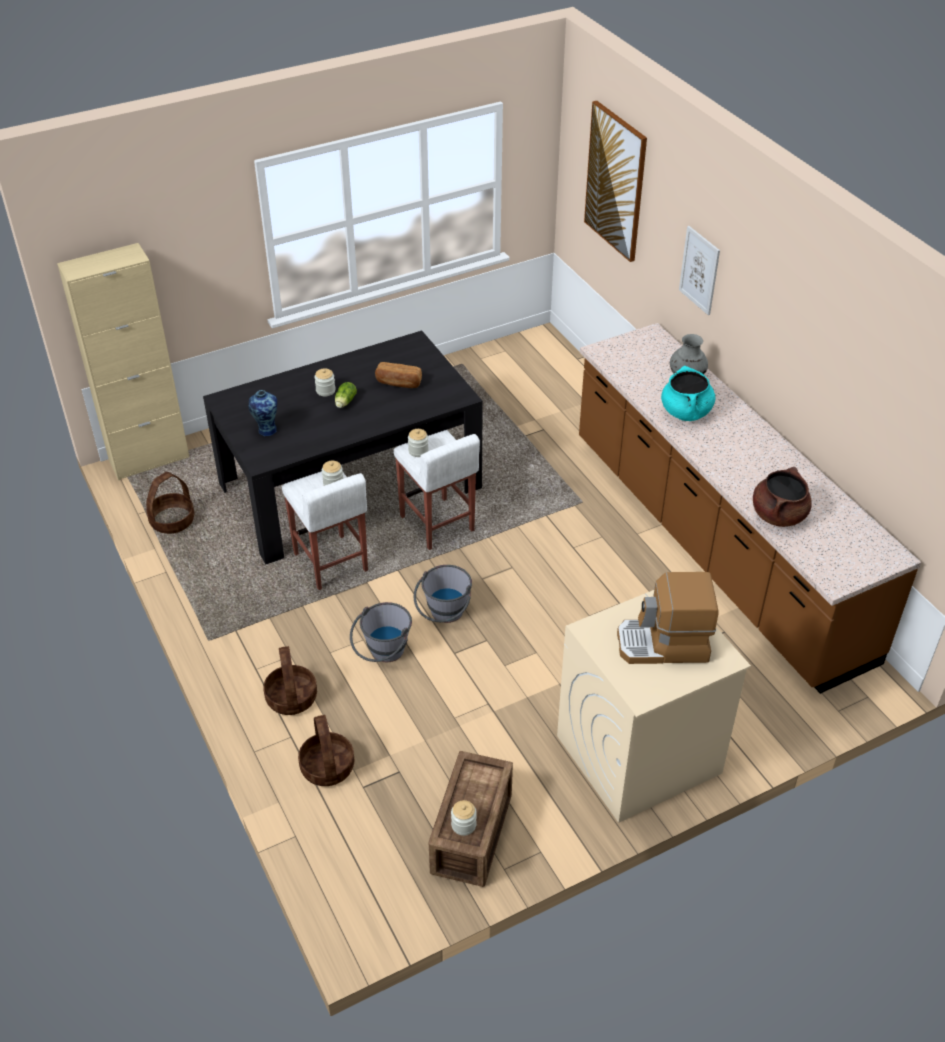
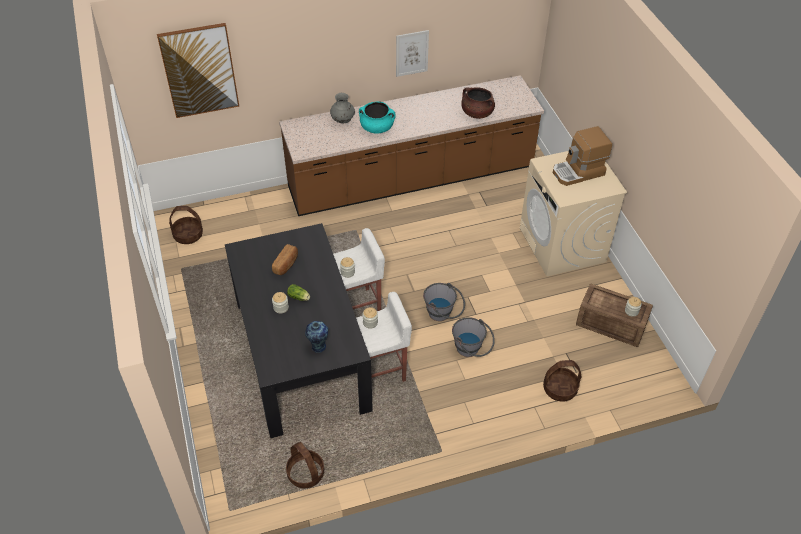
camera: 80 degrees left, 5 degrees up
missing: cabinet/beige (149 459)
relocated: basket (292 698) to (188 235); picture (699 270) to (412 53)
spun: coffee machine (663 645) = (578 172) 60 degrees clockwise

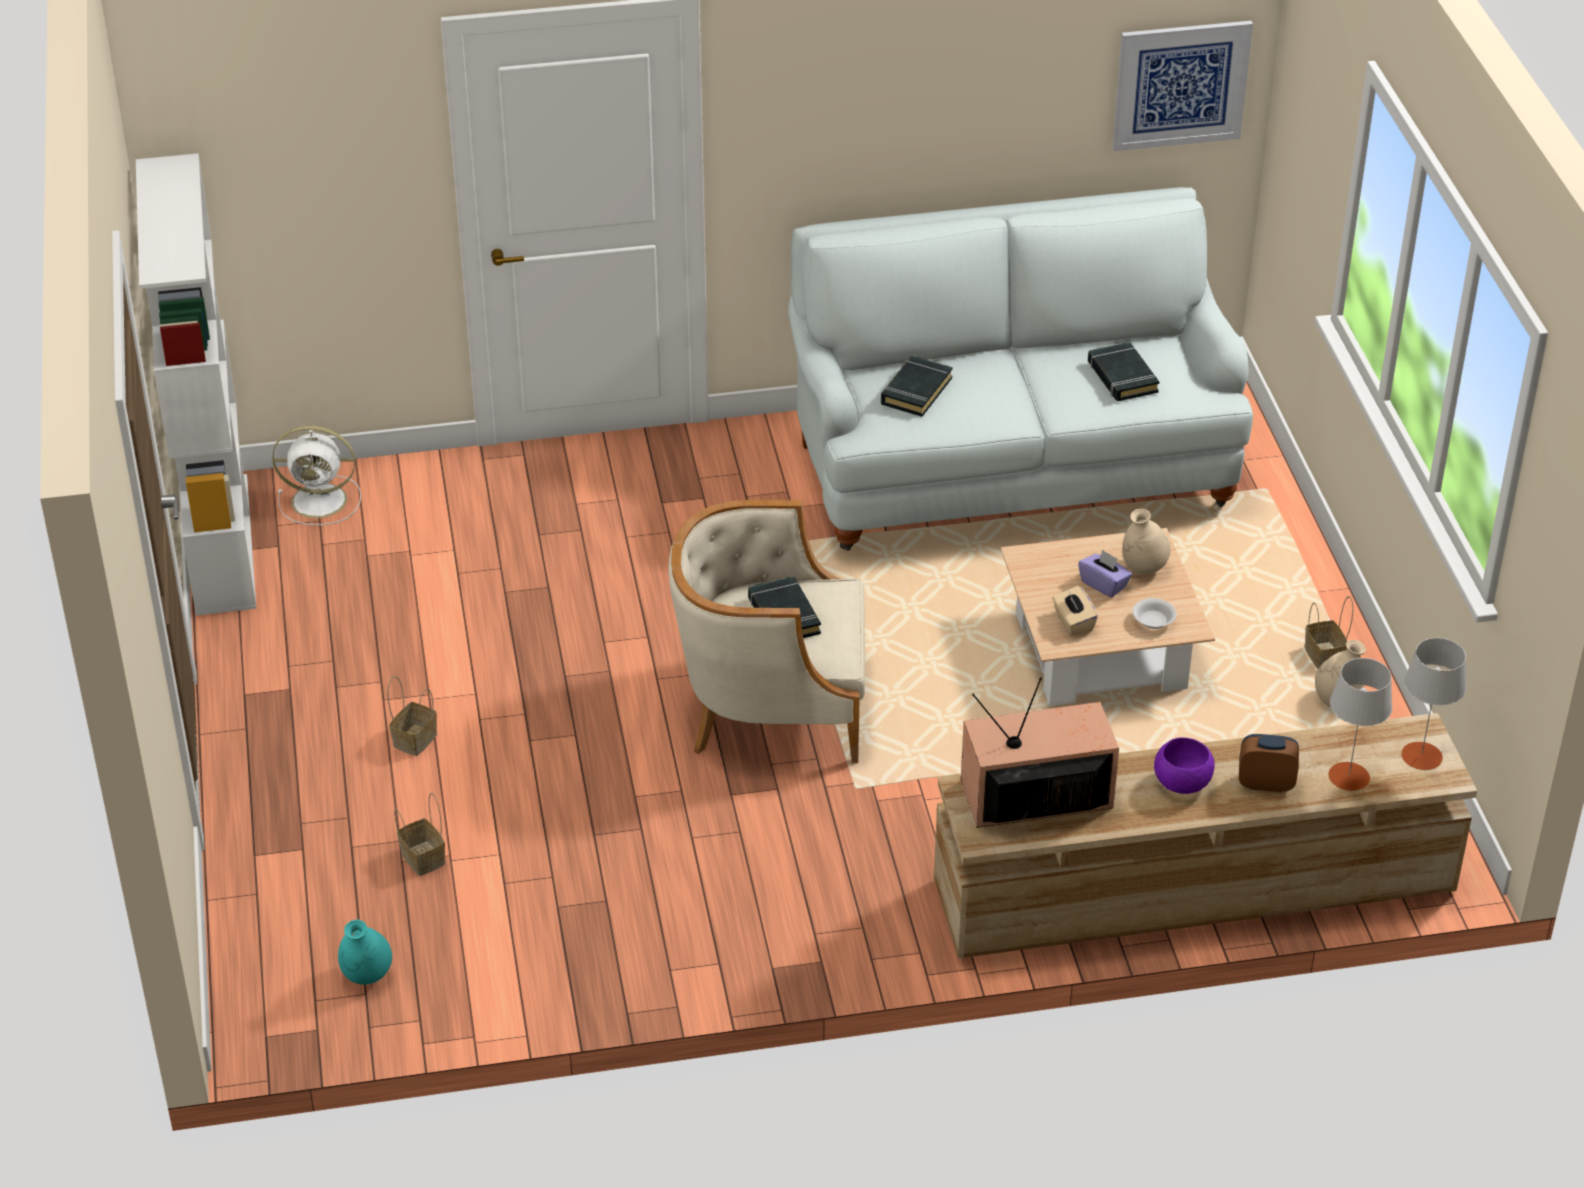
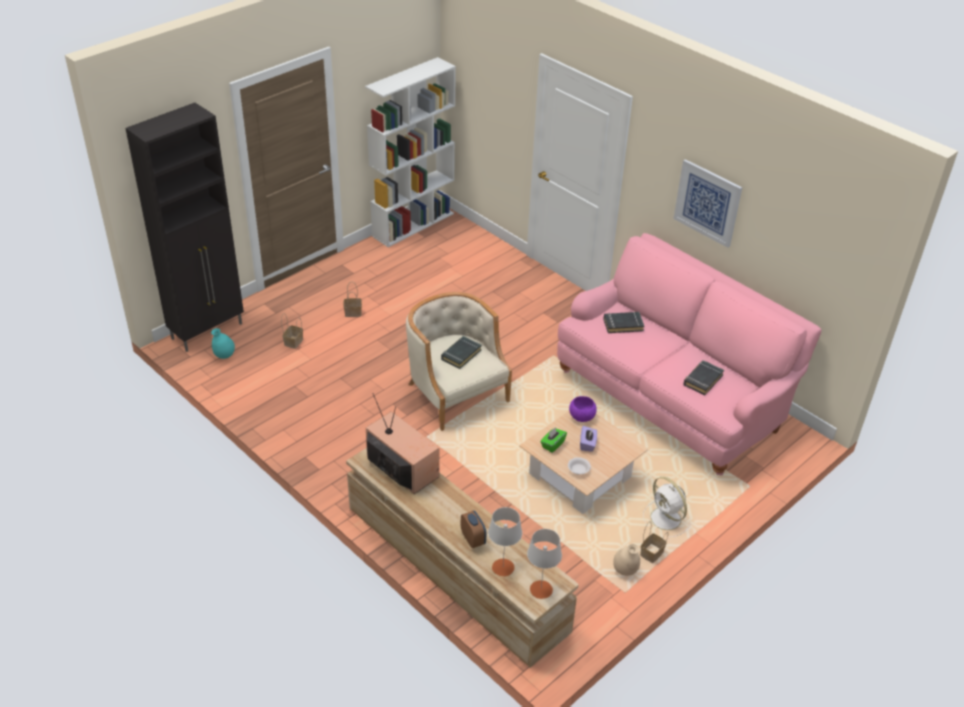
camera: 55 degrees right, 0 degrees up
missing: vase/beige (1143 568)
appeared: cabinet/black (208 331)
relocated: fan/white (322 501) to (666 519); picture (1180 84) to (707 203); bowl/purple (1181 782) to (581 416)
colour: sofa/white (1010 466) to sofa/pink (672 397); tissue box/beige (1073 622) to tissue box/green (552 444)

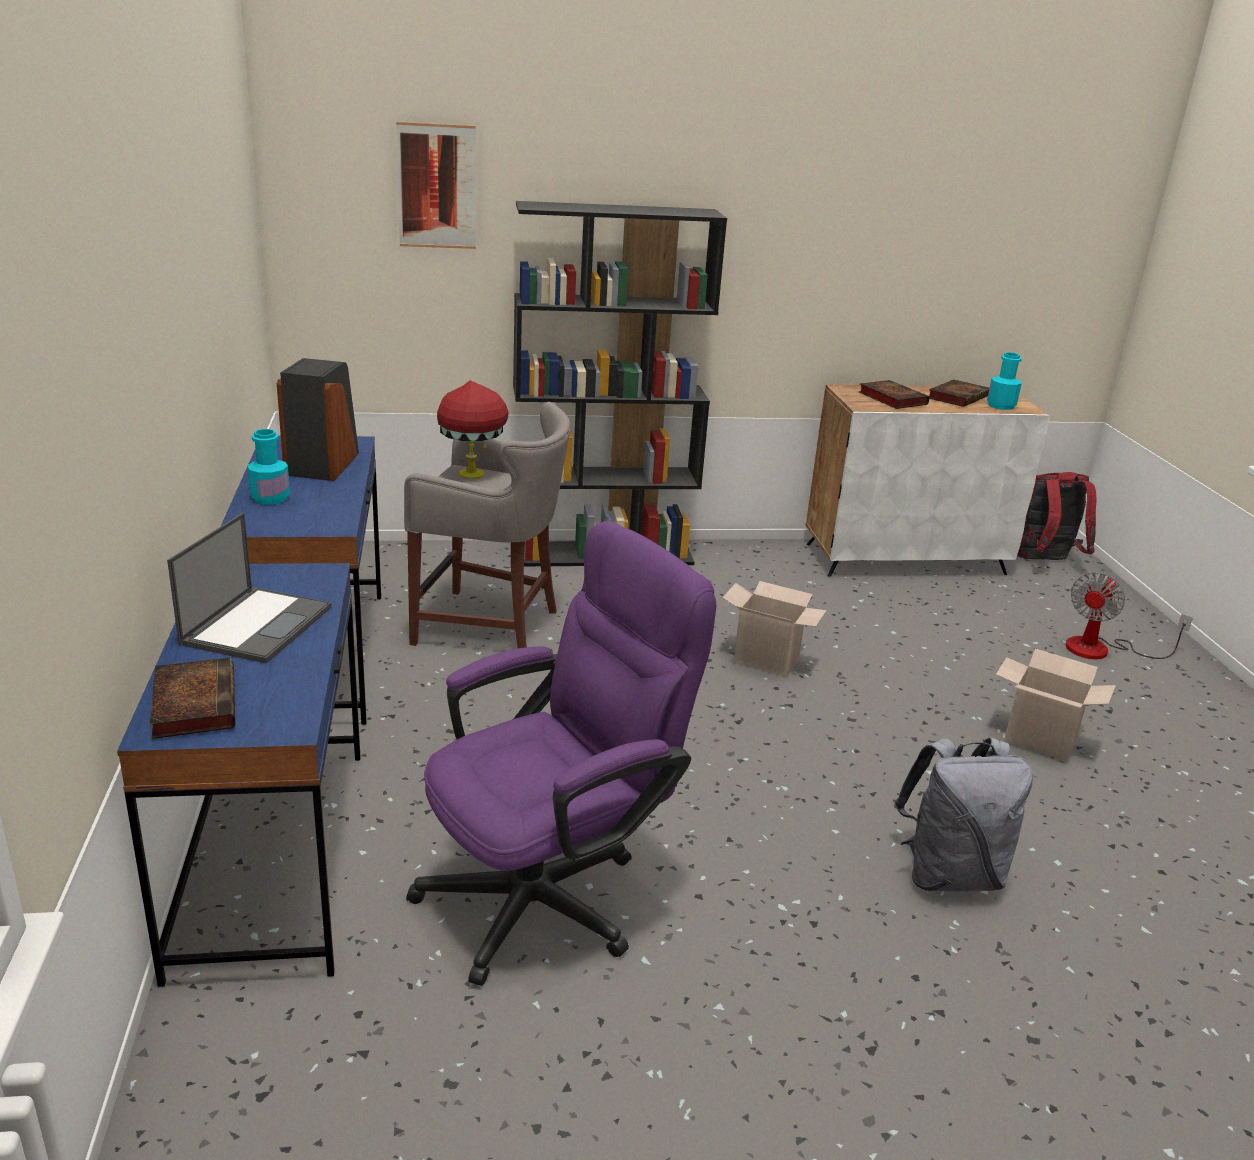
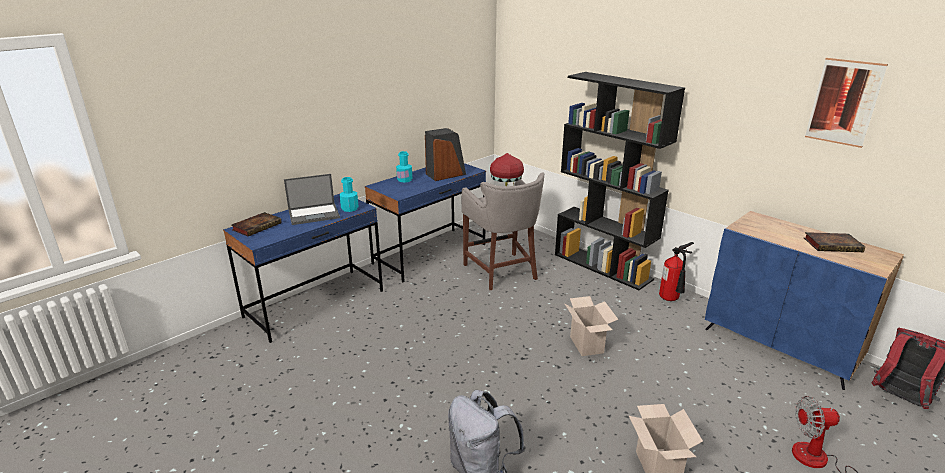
camera: 55 degrees right, 0 degrees up
missing: office chair/purple (551 893); book (890 398)
appeared: fire extinguisher (671 299)
relocated: picture (437 186) to (844 102); bottle/turquoise (1001 406) to (350 208)
colour: cabinet/white (906 559) to cabinet/blue (780 346)

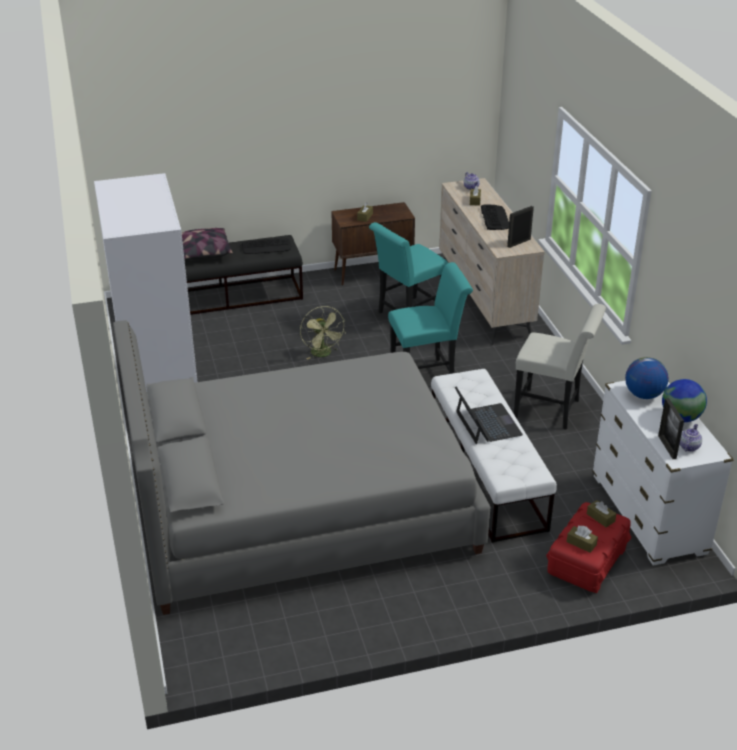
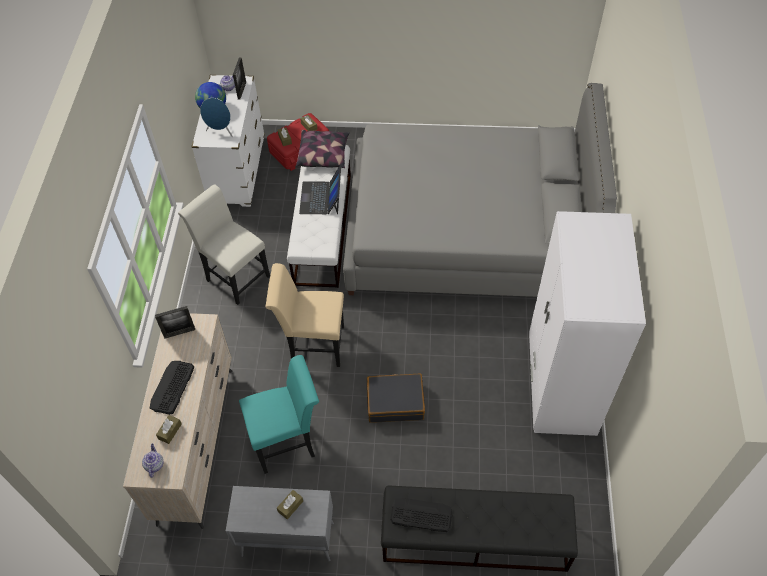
camera: 160 degrees left, 20 degrees up
relocated: pillow (203 253) to (324 155)
exchanged: fan/green (323 354) to suitcase/black (395 402); globe (643 395) to speaker/blue (220 132)
colour: cabinet/brown (373 273) to cabinet/grey (286 539); chair/turquoise (427 375) to chair/beige (313 345)

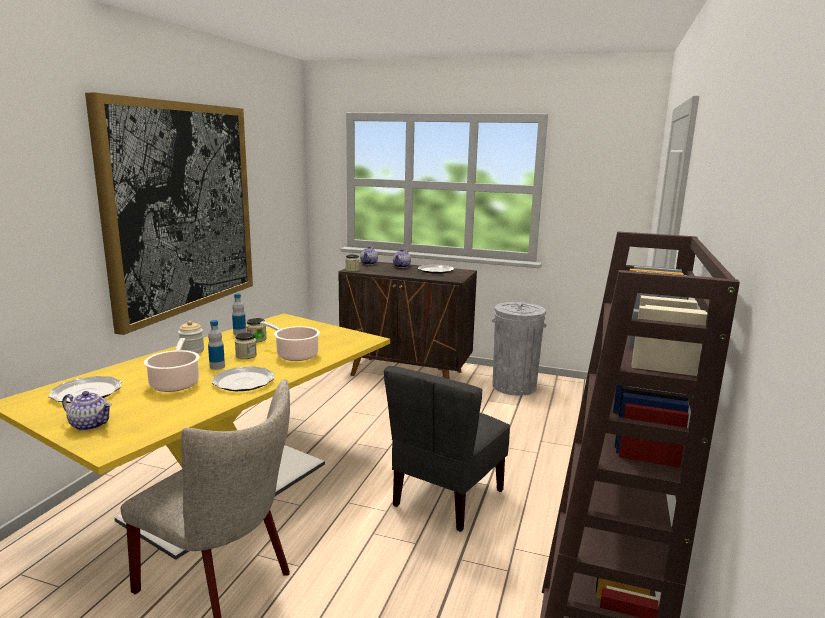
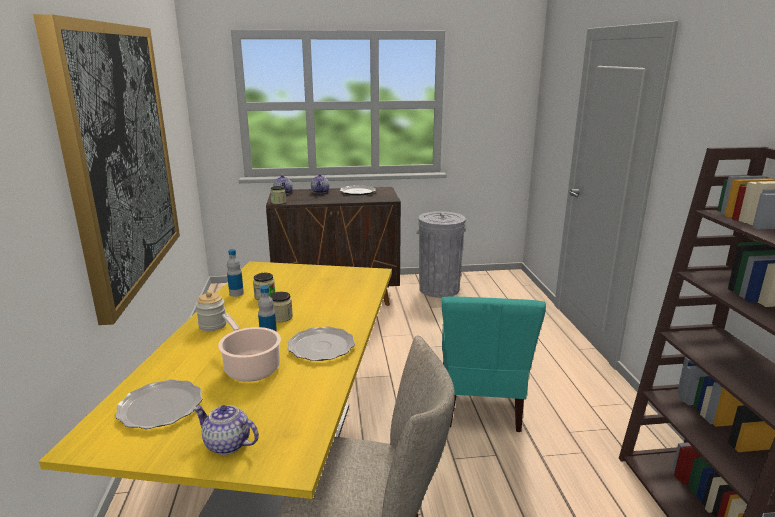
camera: 25 degrees left, 5 degrees up
missing: cooking pot (295 355)
colour: chair/grey (446 498) to chair/turquoise (481 405)
spun: teapot (90 424) = (227 444) 150 degrees counterclockwise

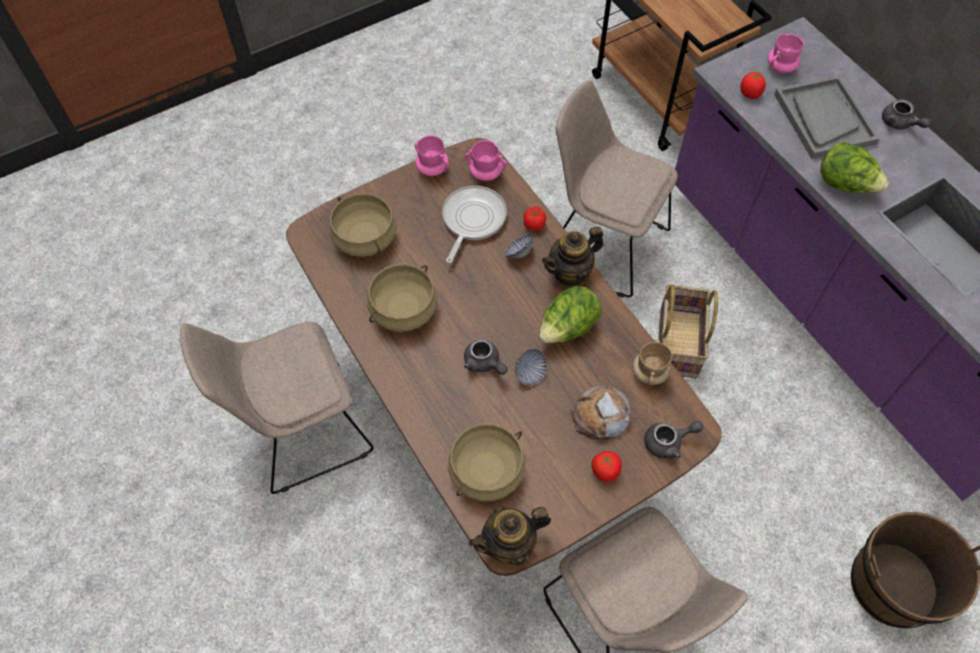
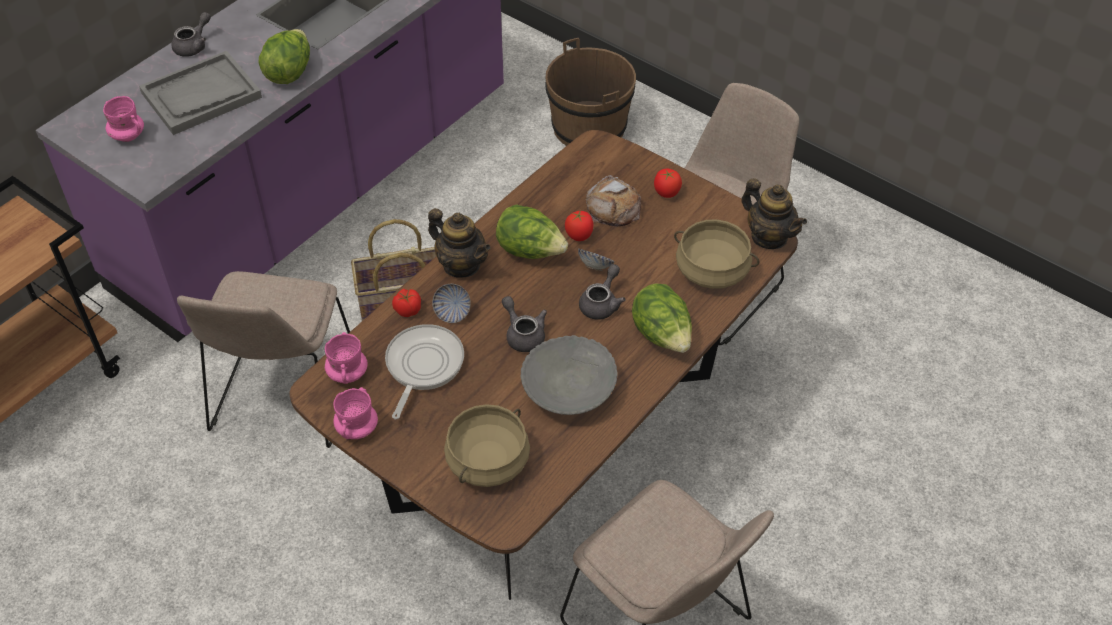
camera: 110 degrees left, 10 degrees down
missing: mug/beige (649 373)
appeared: lettuce (662 335)
relocated: teapot/grey (668 442) to (523 334); tomato (750 94) to (579 235)
exchanged: cooking pot/beige (403 308) to bowl/grey (569 390)
spun: frying pan (472 220) = (422 366) 105 degrees clockwise

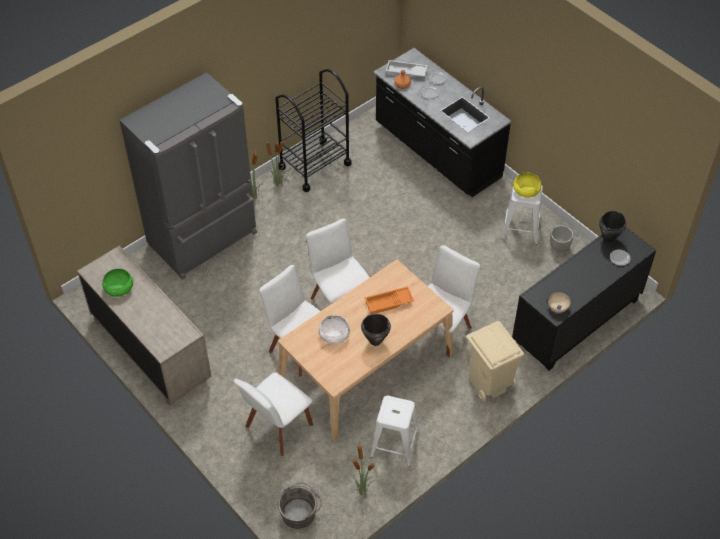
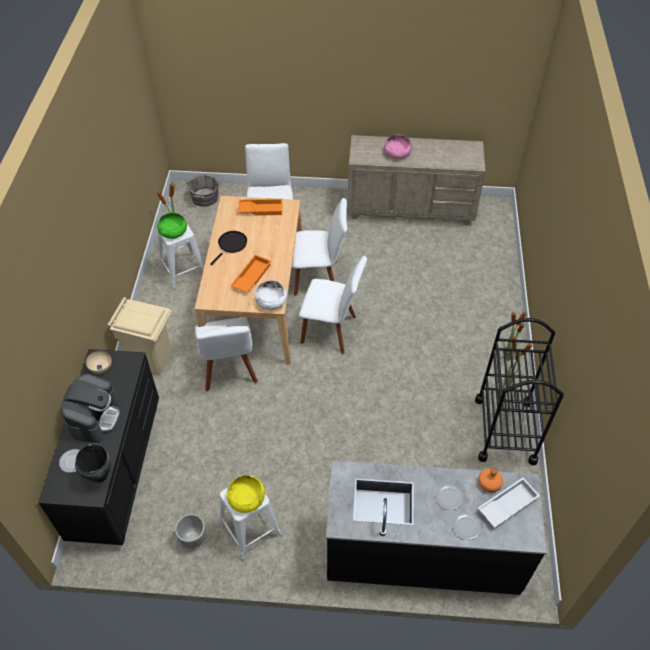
camera: 135 degrees right, 0 degrees up
missing: fridge/grey (204 239)
appeared: coffee machine (95 417); tray/orange (261 209); bowl/pink (397 152)
relocated: bowl/green (119 287) to (173 231); bowl/white (334 334) to (271 301)
exchanged: cooking pot/black (375 341) to frying pan/black (231 245)

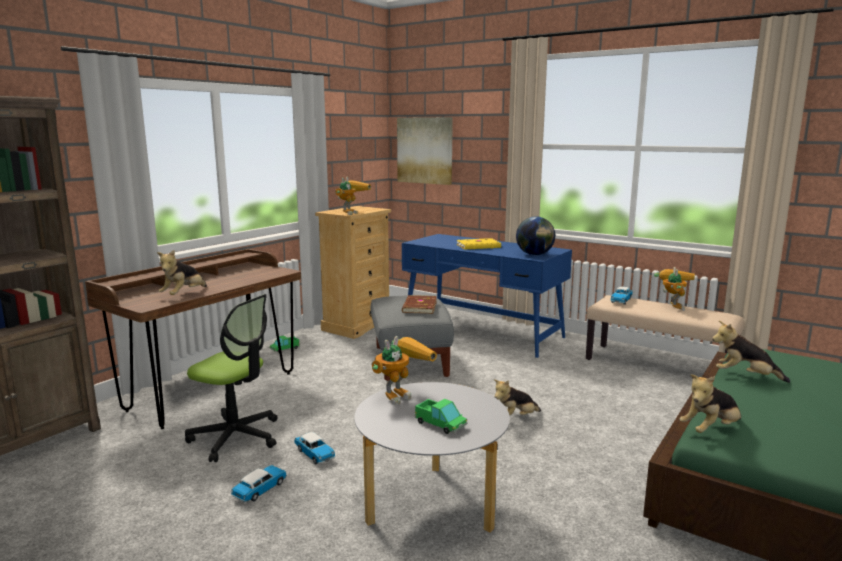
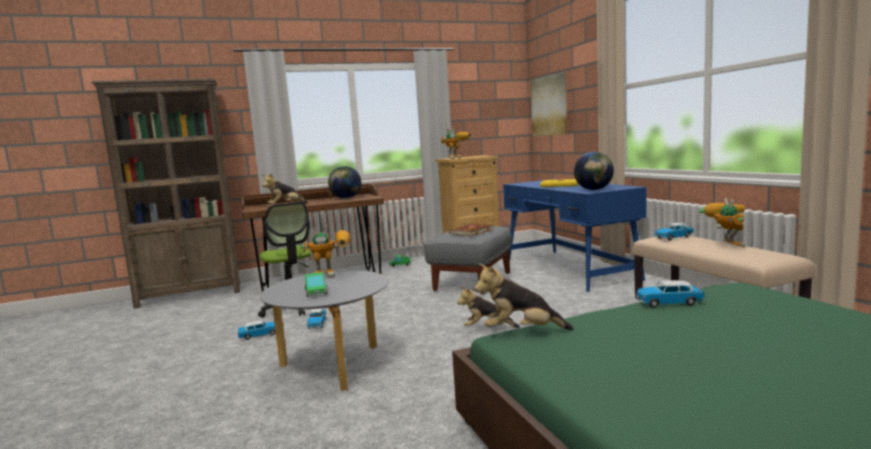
camera: 35 degrees right, 5 degrees down
appeared: globe (346 198)
exchanged: plush toy (745 376) to toy car (669 303)
spun: toy robot (672 306) = (725 244) 45 degrees counterclockwise

